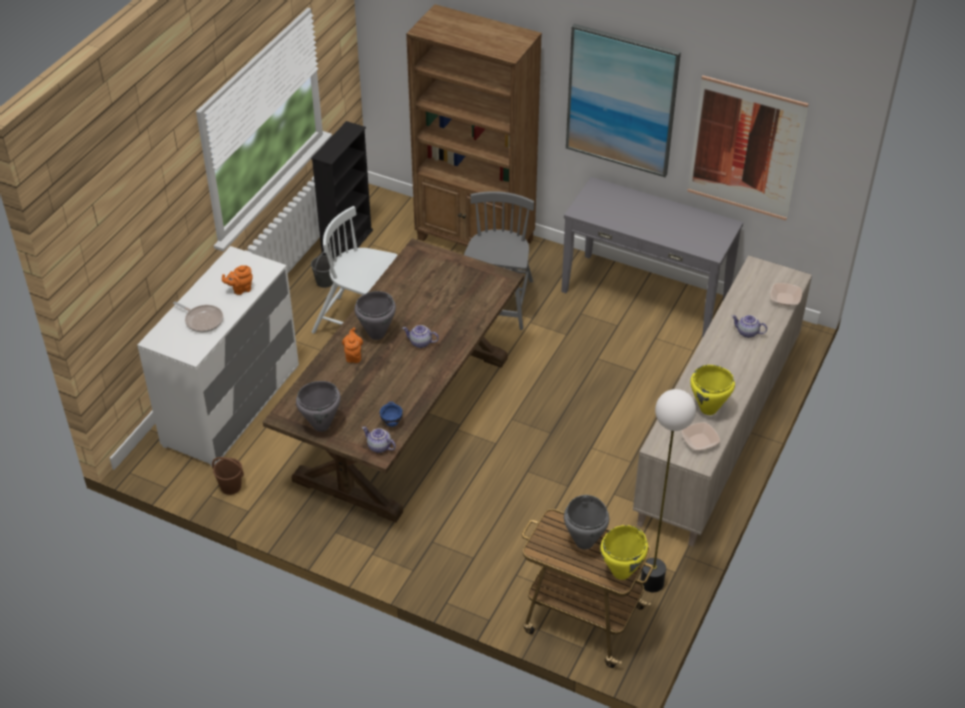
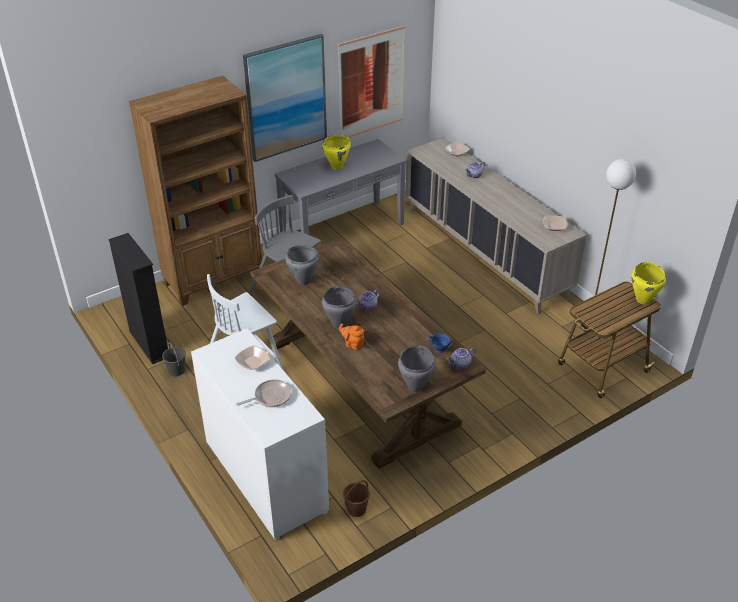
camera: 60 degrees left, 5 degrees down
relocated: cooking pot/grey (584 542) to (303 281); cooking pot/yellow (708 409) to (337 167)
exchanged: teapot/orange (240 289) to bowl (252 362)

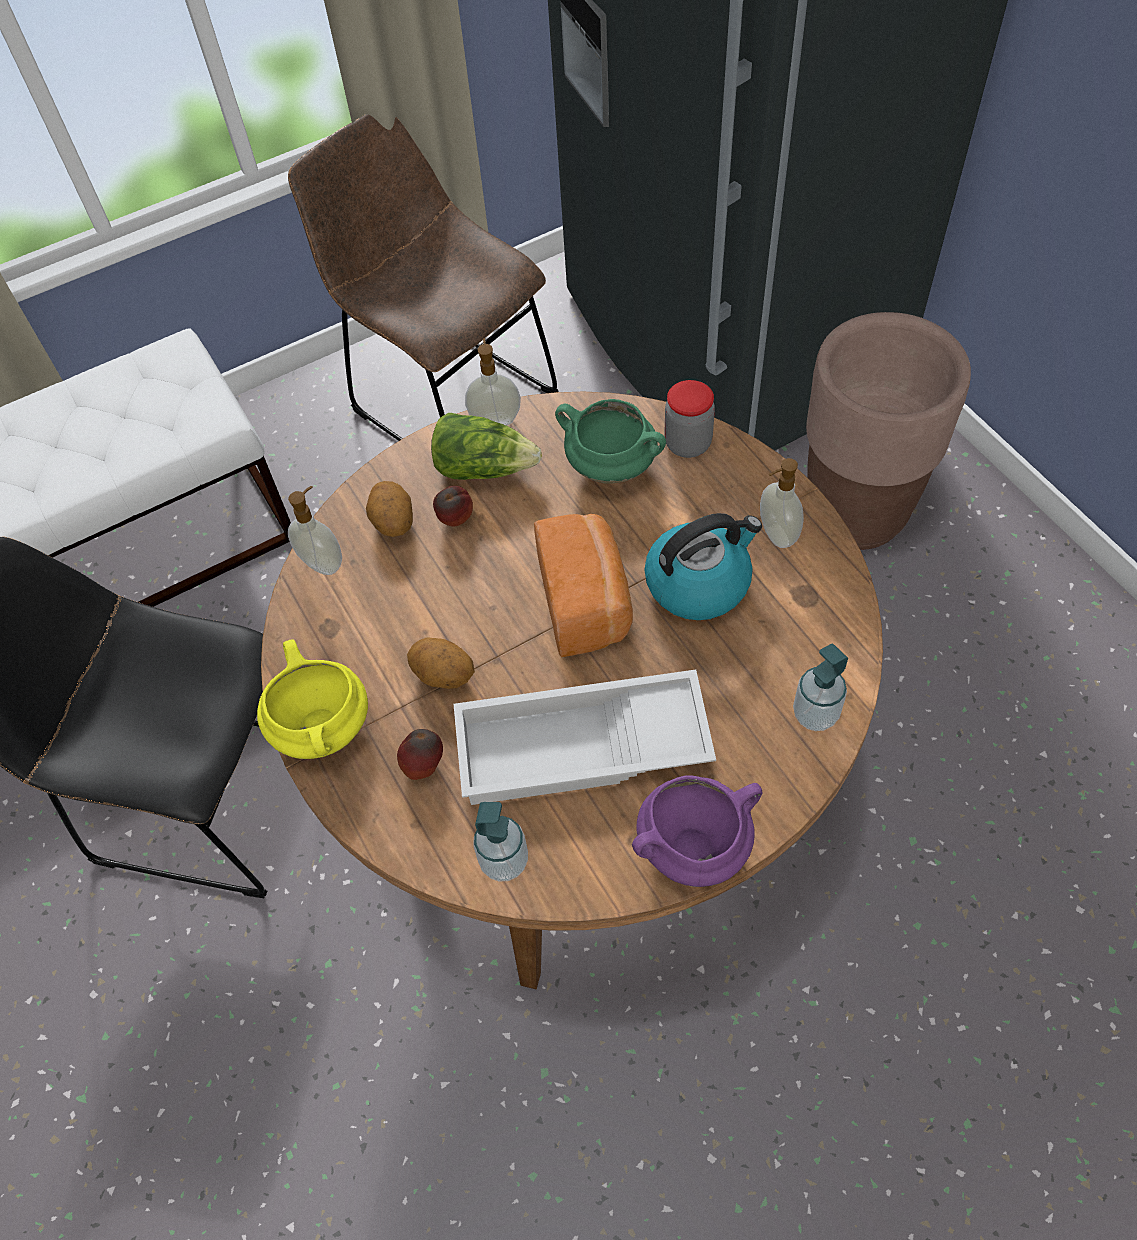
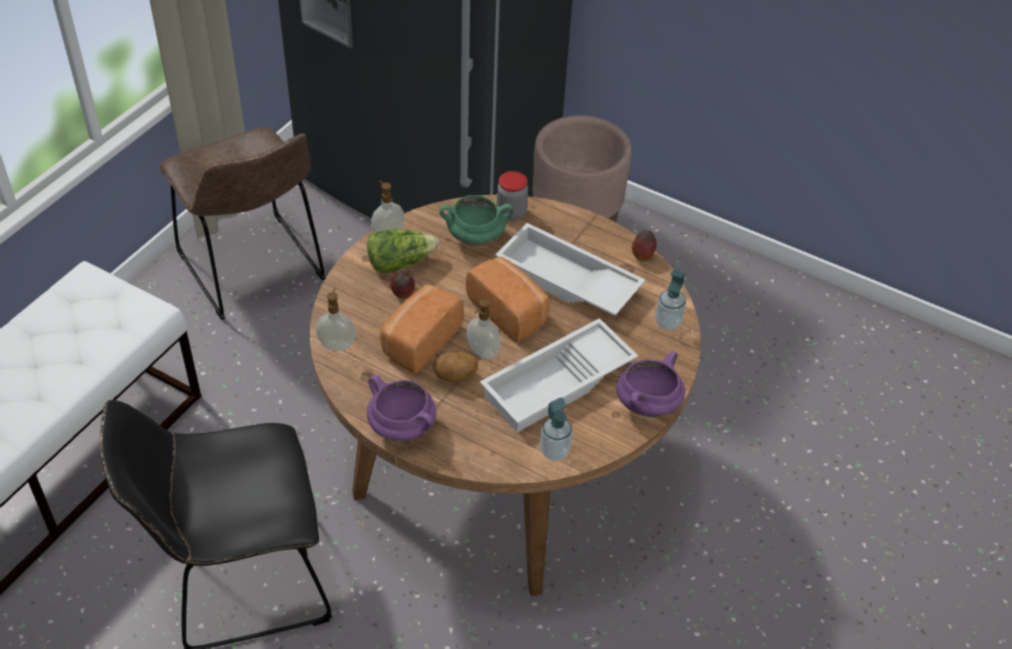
camera: 35 degrees left, 10 degrees down
missing: potato (393 523)
appeared: bread (419 341)
relocated: apple (424 766) to (642 256); soap dispenser (776 534) to (482 352)
exchanged: kettle (699 582) to tray/white (565 281)
colour: cooking pot/yellow (324 728) to cooking pot/purple (403 428)
spun: chair/brown (447 398) = (254 271) 135 degrees counterclockwise

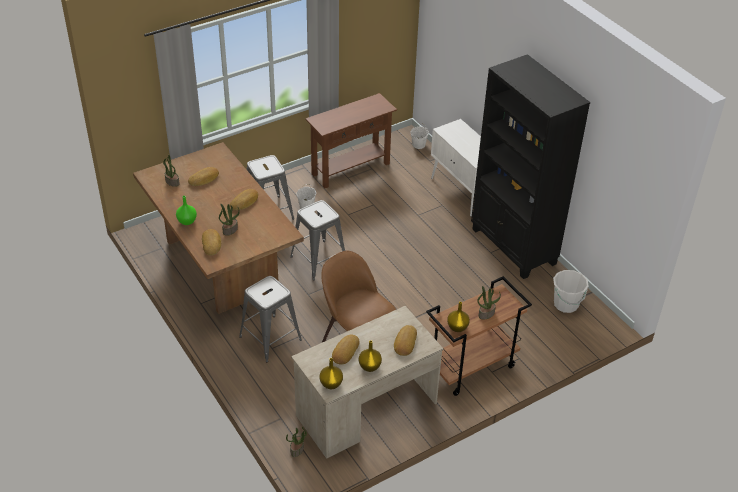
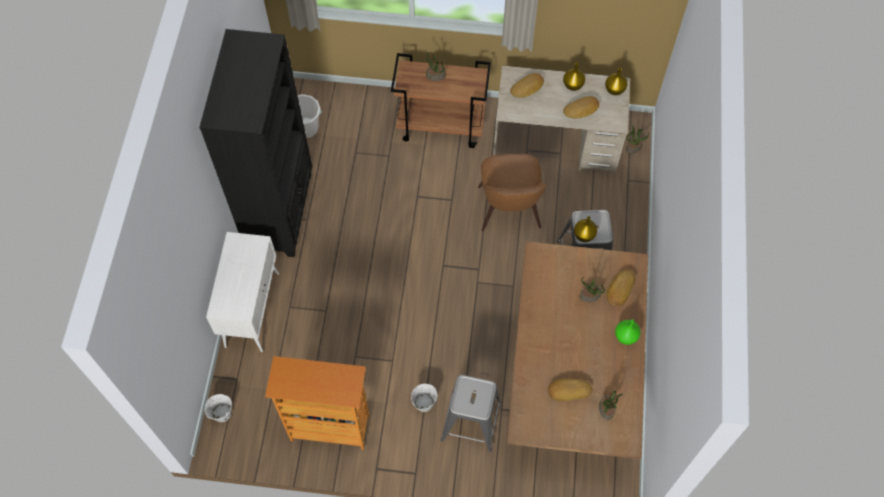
camera: 140 degrees left, 20 degrees up
missing: bread (245 202); stool/grey (318 260)
relocated: vase/yellow (457 327) to (584 236)
exchanged: console table/brown (350 169) to bookcase (329 428)

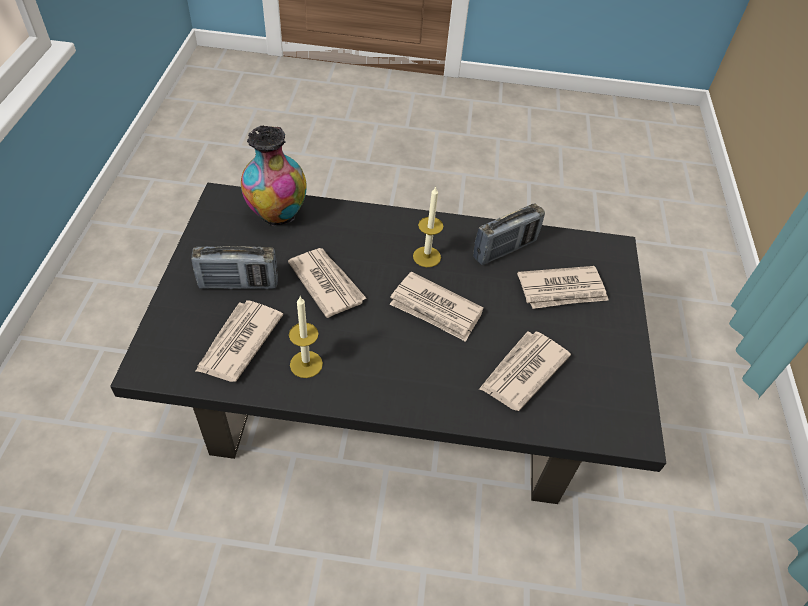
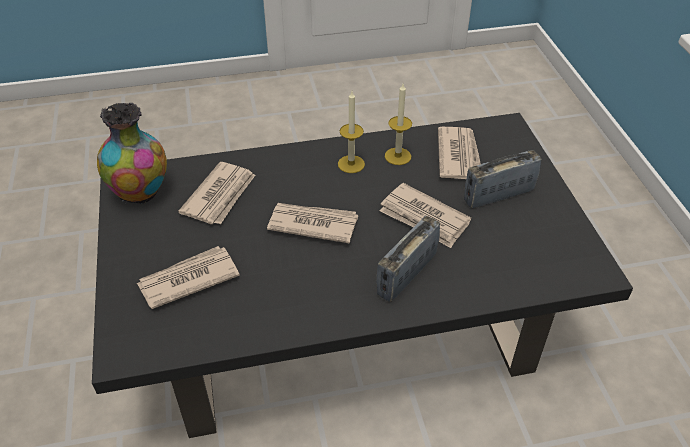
camera: 165 degrees right, 5 degrees down
relocated: vase (276 214) to (141 193); candle (426 257) to (351 164); radio (505 249) to (406 274)

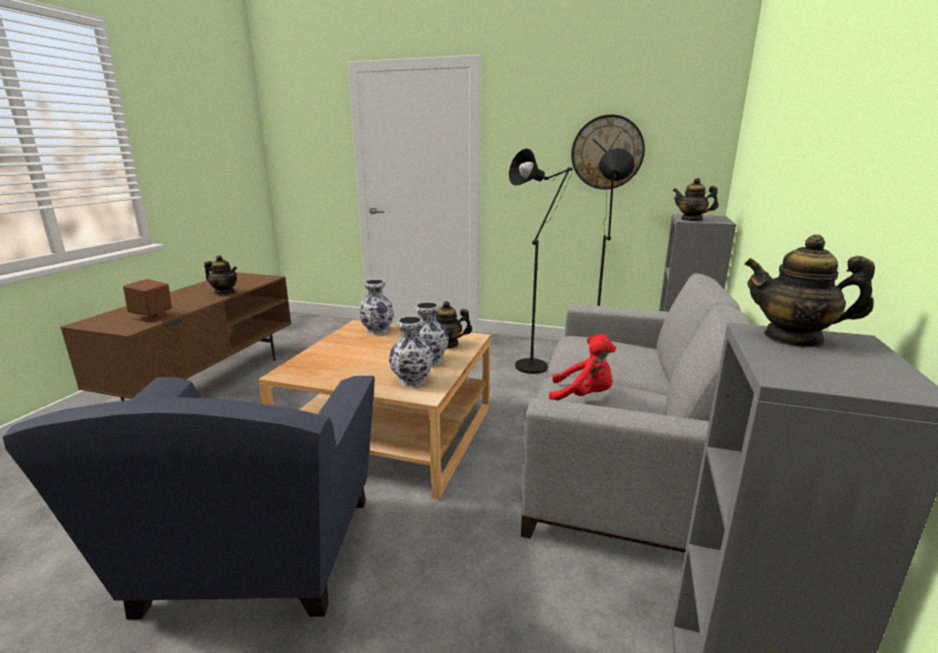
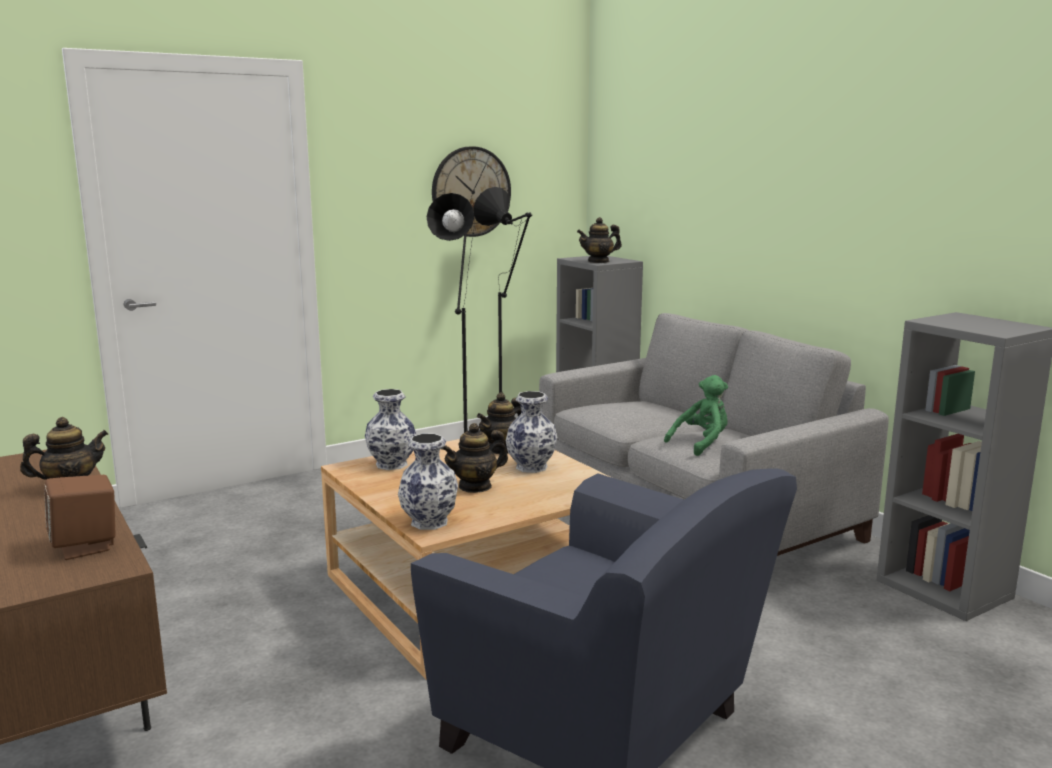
camera: 50 degrees left, 5 degrees down
relocated: vase (412 380) to (428 522); teapot (793 338) to (475 486)
colour: plush toy/red (583 396) to plush toy/green (701 444)

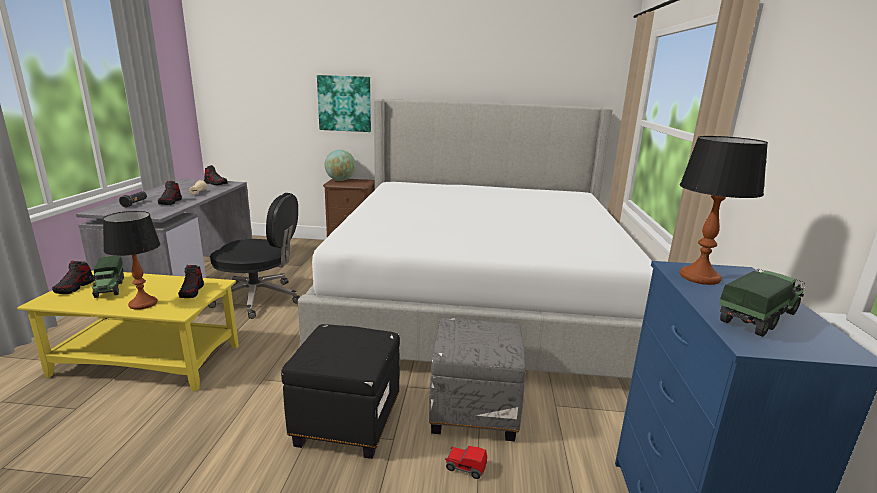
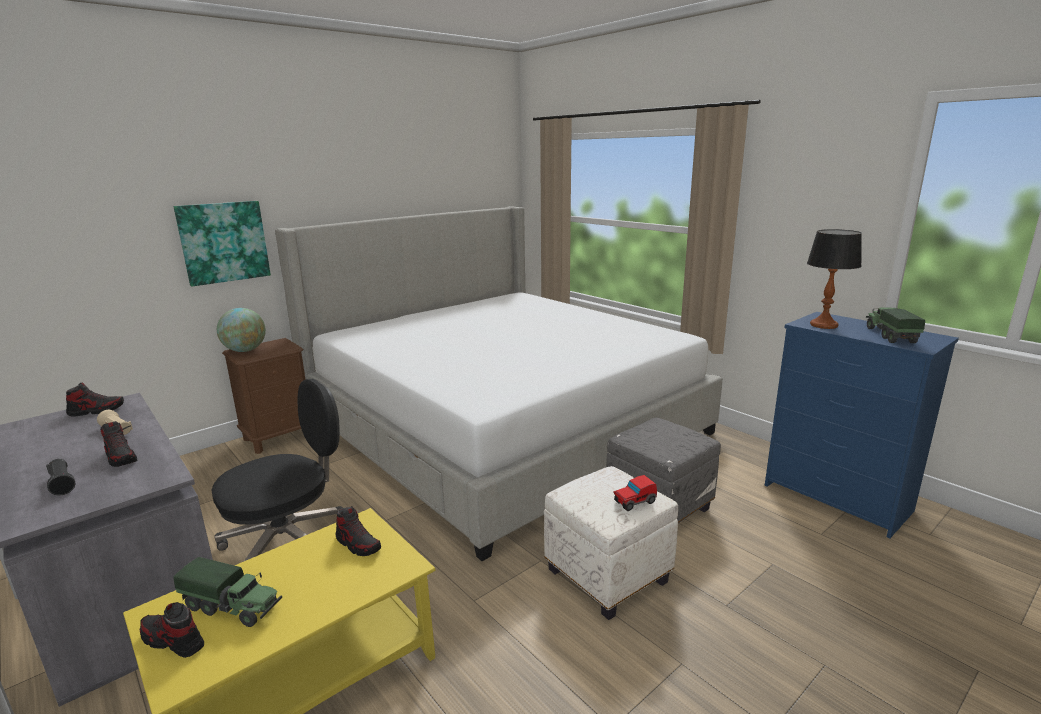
camera: 45 degrees left, 0 degrees up
missing: table lamp (143 304)
relocated: toy car (465 468) to (634 502)
colour: ottoman/black (347 424) to ottoman/white (609 576)
spun: shoe (75 287) = (173 641) 150 degrees clockwise

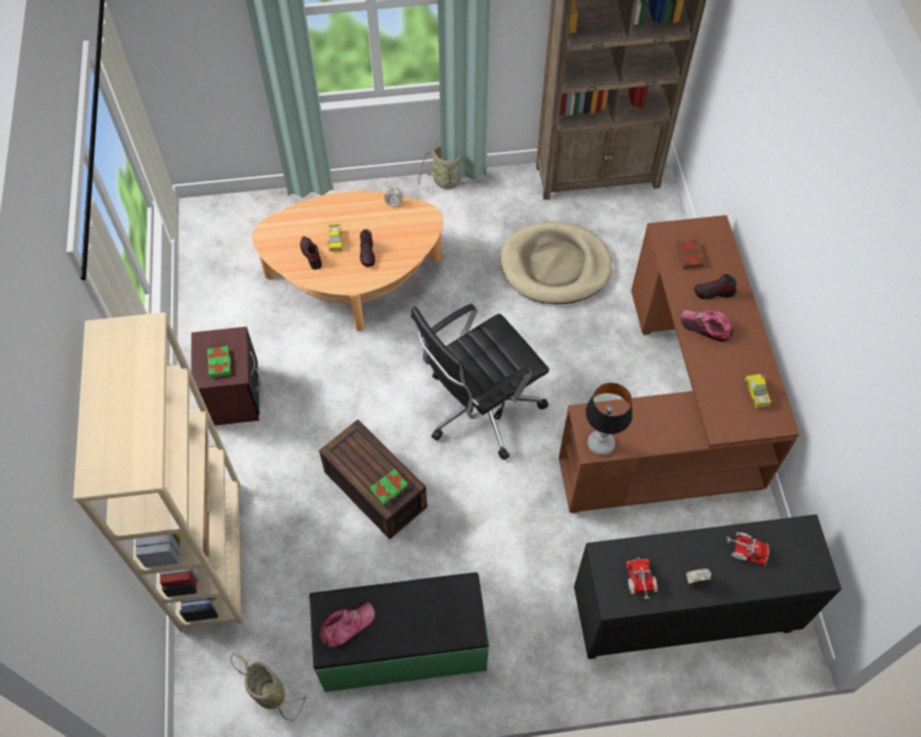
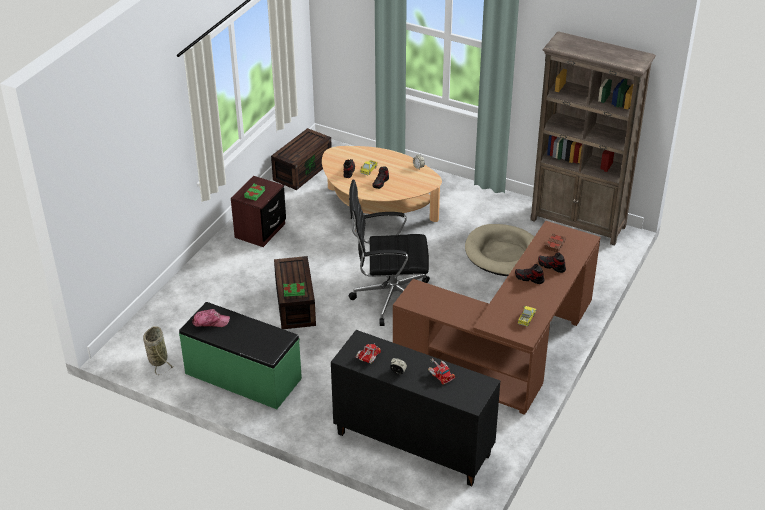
camera: 35 degrees right, 20 degrees down
missing: bookcase/beige (211 554); basket (448 182); table lamp (600 444)
appeared: storage box/brown (302 170)
exchanged: cap (706 327) to shoe (529 278)

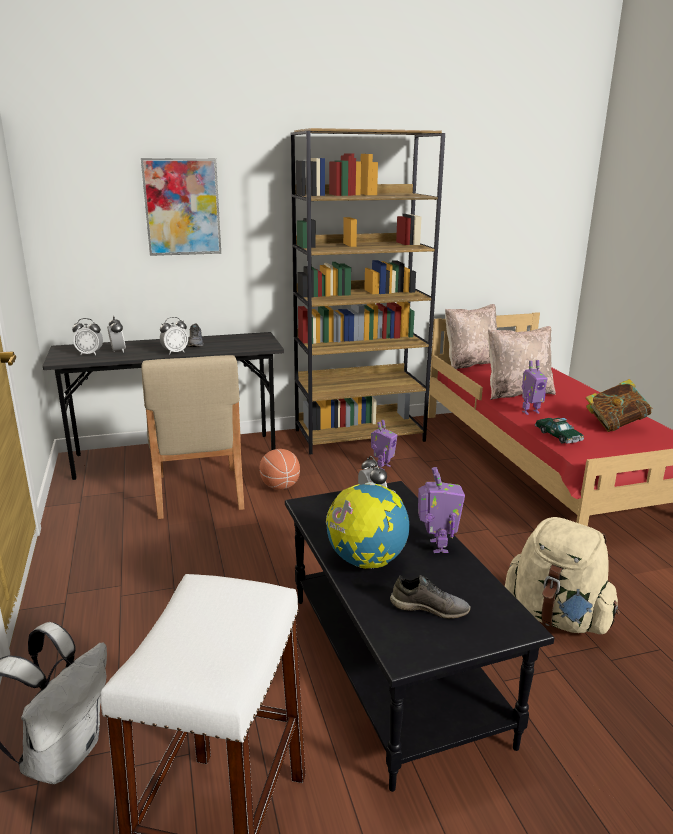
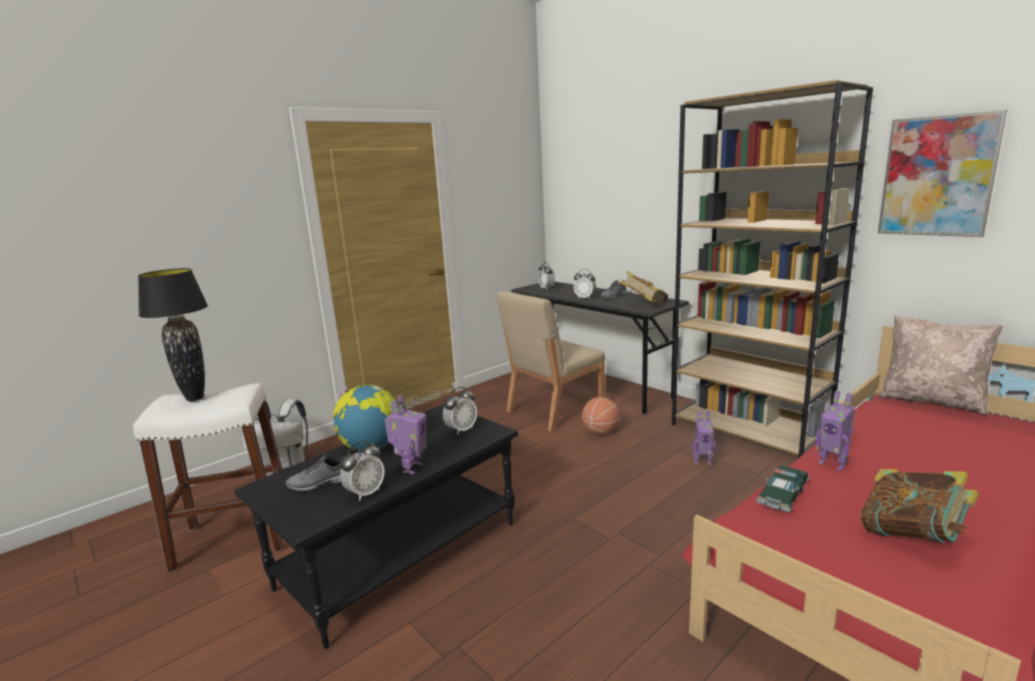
camera: 65 degrees right, 5 degrees down
missing: pillow/beige (517 393); backpack/beige (557 617)
appeared: table lamp/black (194 399); book (644 306)
relocated: alarm clock (118 351) to (365 493); picture (182 207) to (937 176)
spun: shoe/grey (429 608) = (319 483) 90 degrees clockwise; toy robot (437 546) = (411 468) 45 degrees counterclockwise

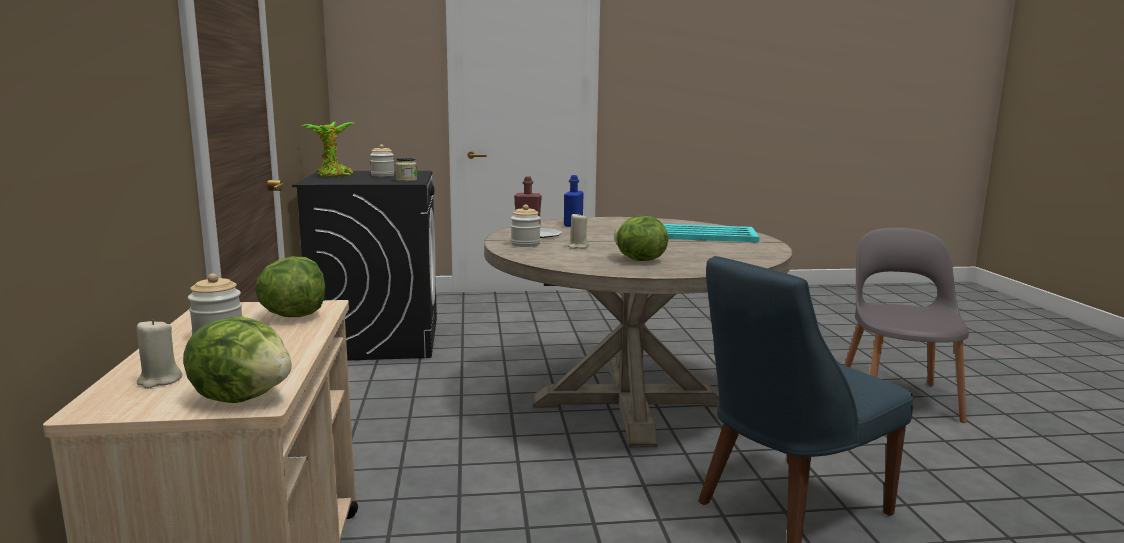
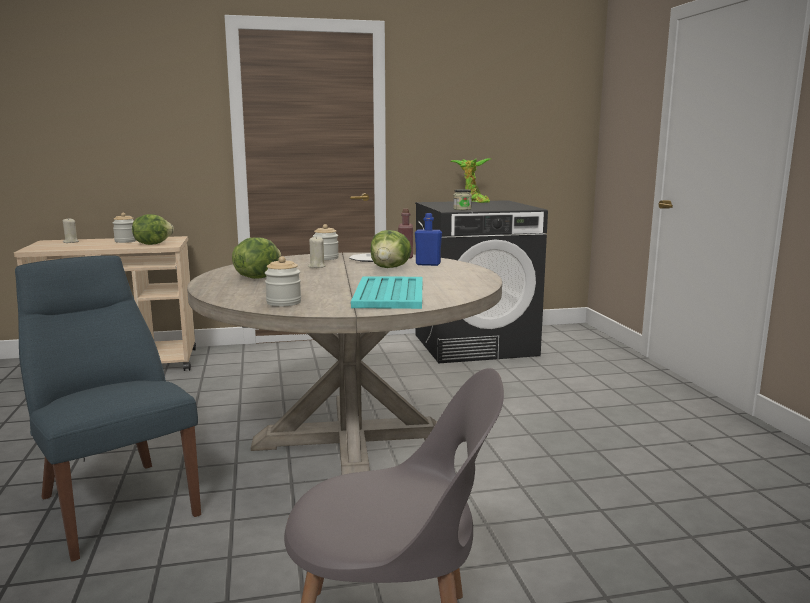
camera: 85 degrees right, 0 degrees up
relocated: lettuce (243 397) to (390 268); jar (382 175) to (284 302)

